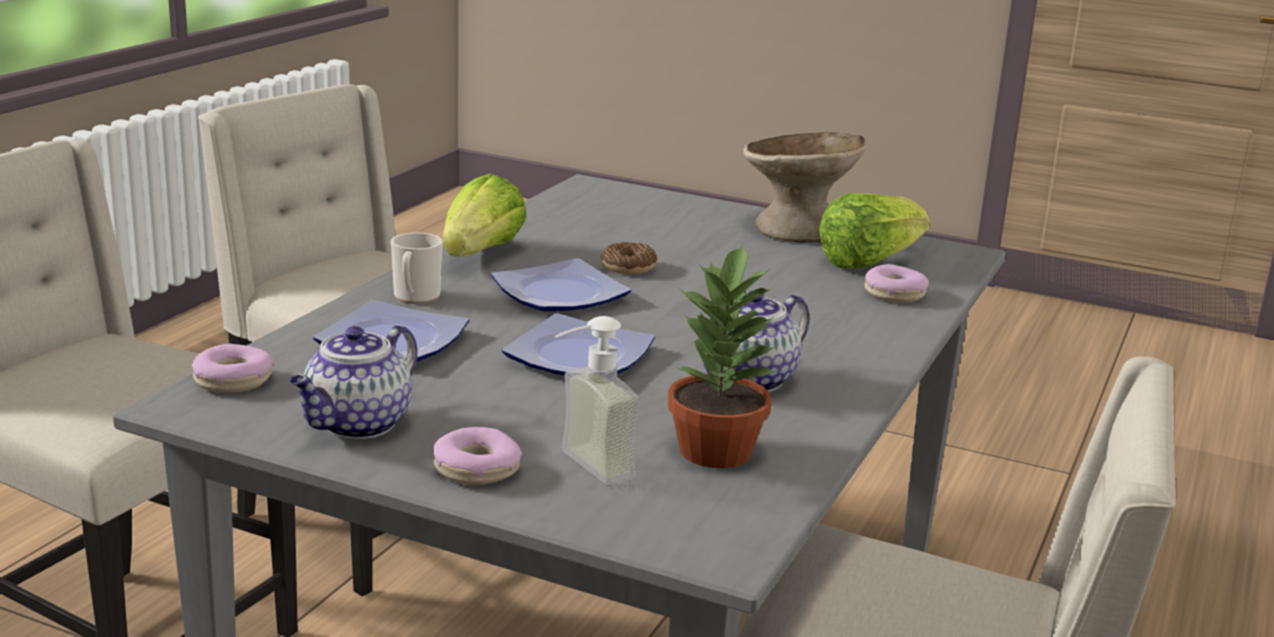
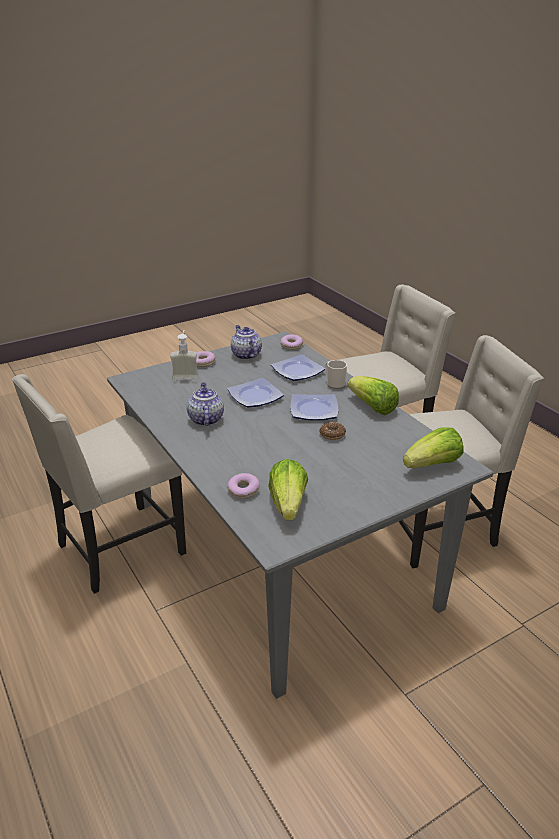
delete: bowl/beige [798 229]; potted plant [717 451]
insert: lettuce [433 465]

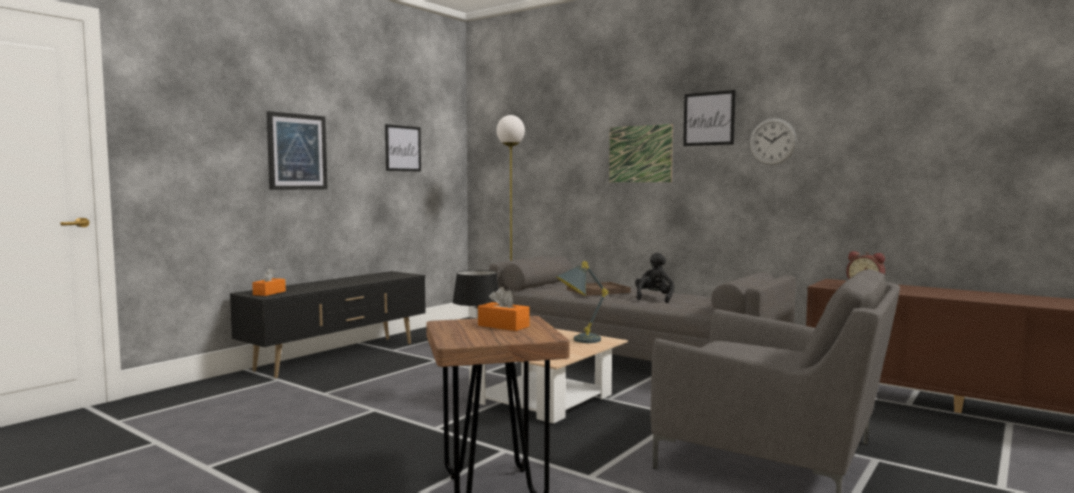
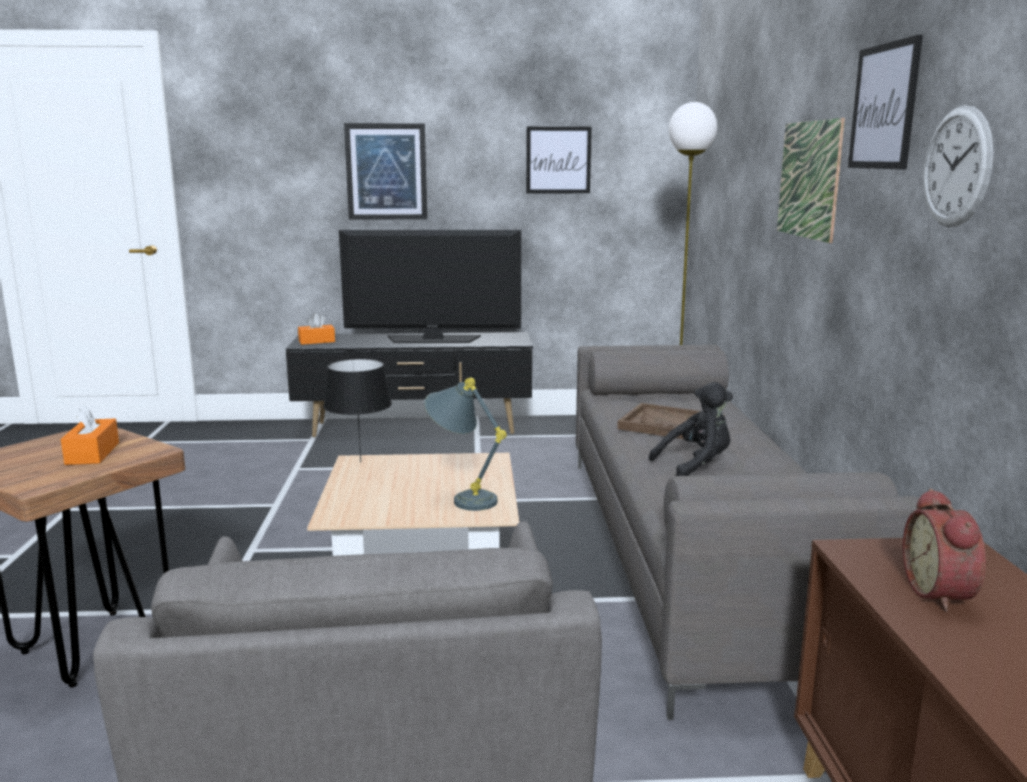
insert: television [433 339]

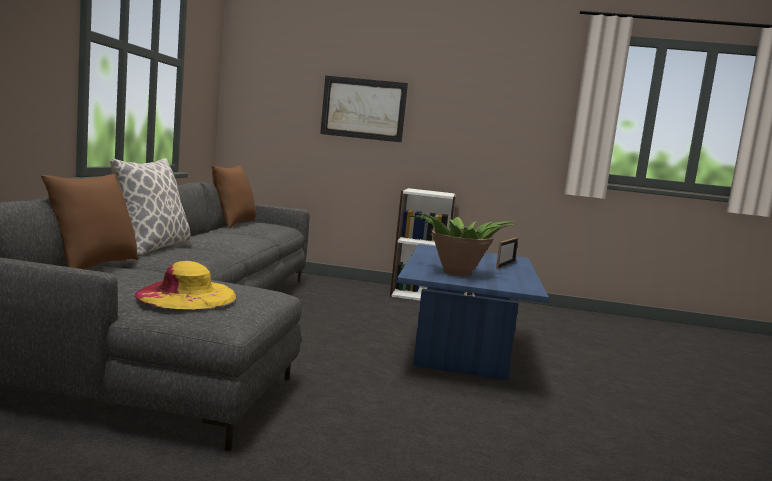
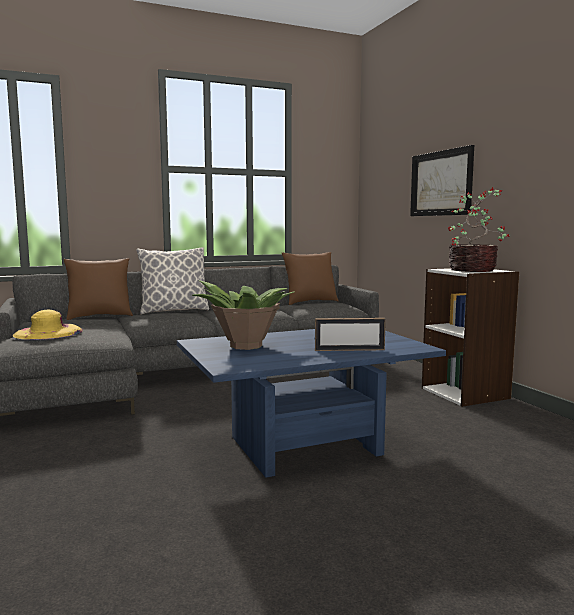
insert: potted plant [473 270]

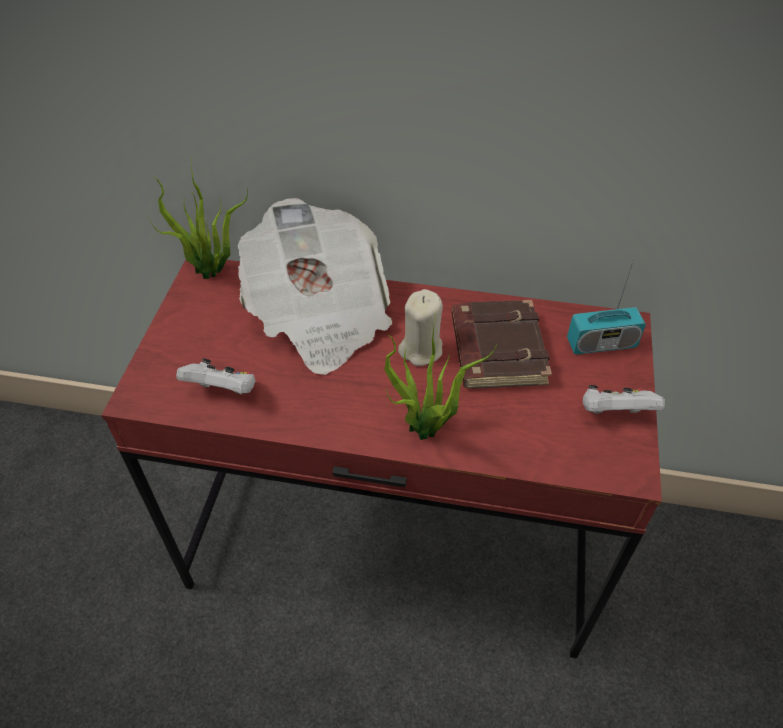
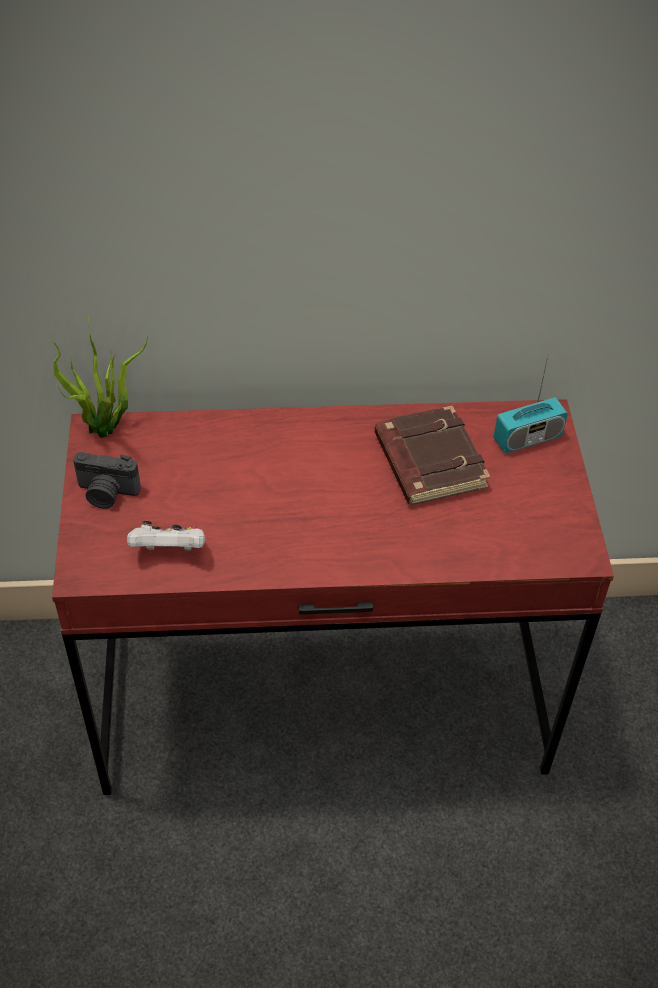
delete: newspaper [319 315]; candle/beige [421 349]; potted plant [427 430]; game controller/white [614 414]
insert: photo camera [106 493]

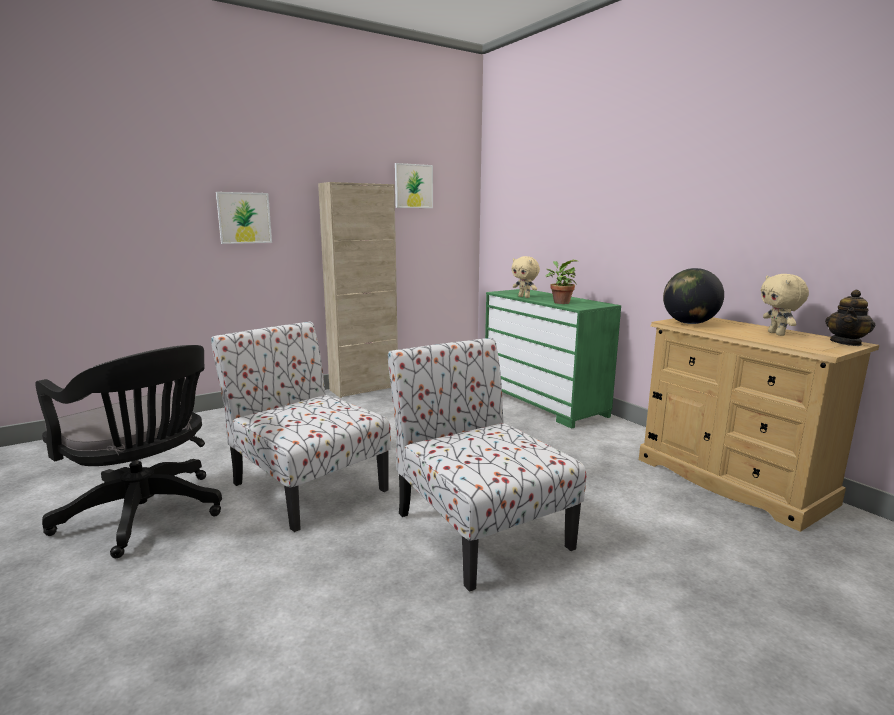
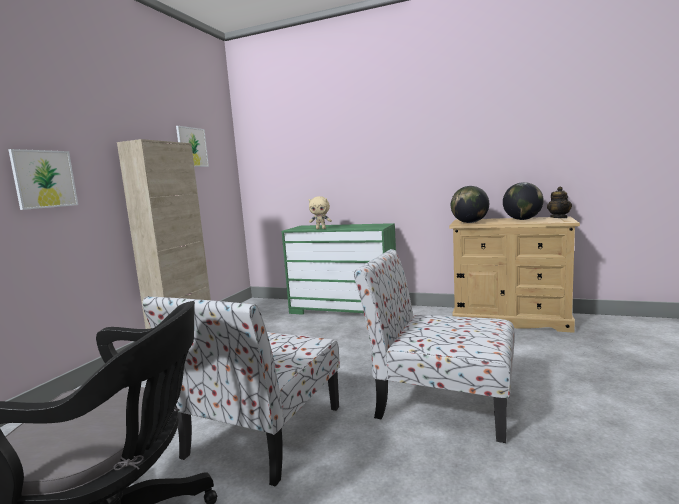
delete: potted plant [559 302]
replace: plush toy/beige [777 334] to globe [522 219]
rotate: chair [307 485] = [262 433] 75 degrees counterclockwise

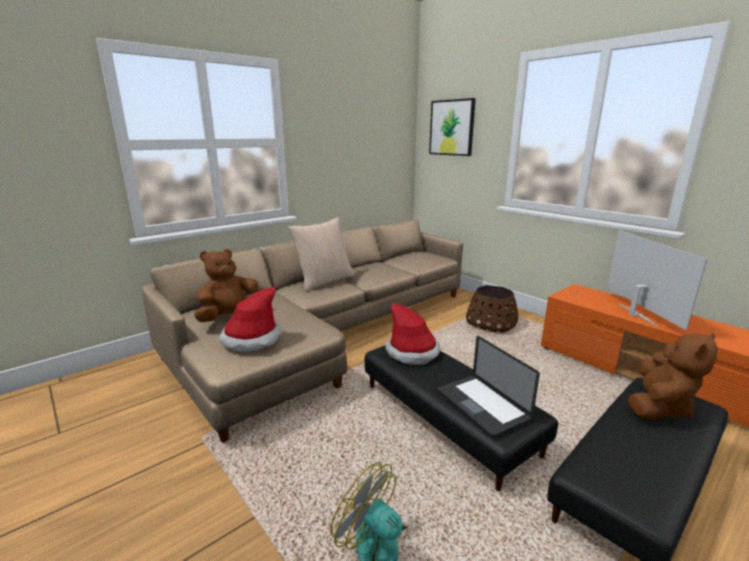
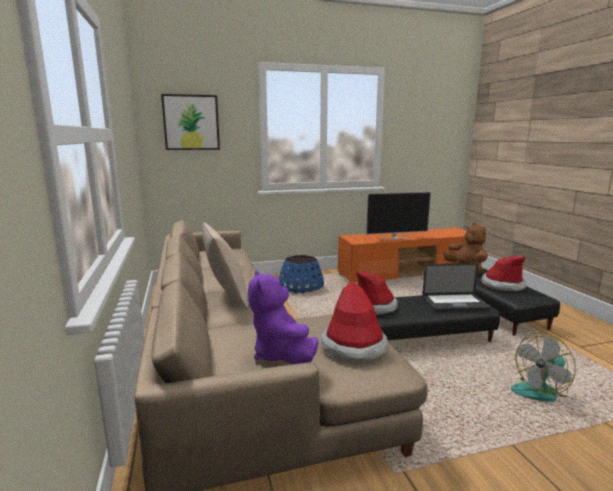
insert: hat [502 285]
recolor: plush toy/brown [230 317] to plush toy/purple [281 355]; planter/brown [491 323] to planter/blue [301 287]
rotate: television [635 315] = [395 238] 150 degrees clockwise

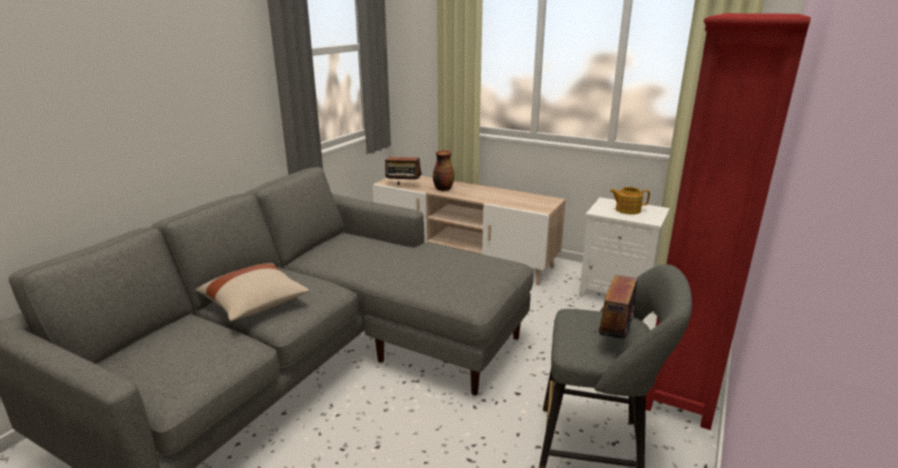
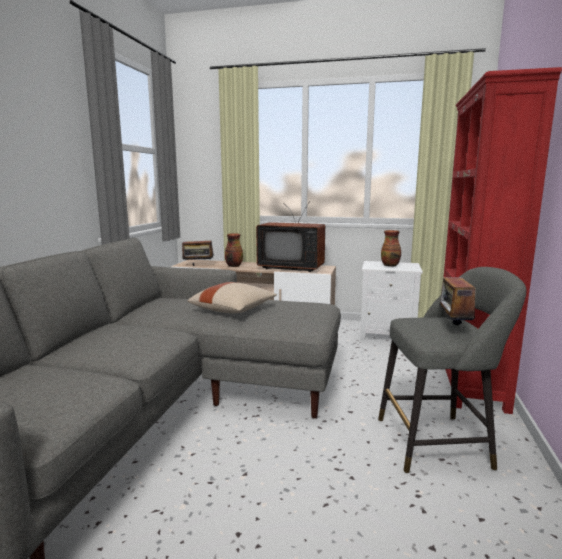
insert: television [291 267]
move: pillow/beige [255 305] to [233 310]
replace: teapot [627 210] to vase [390 265]

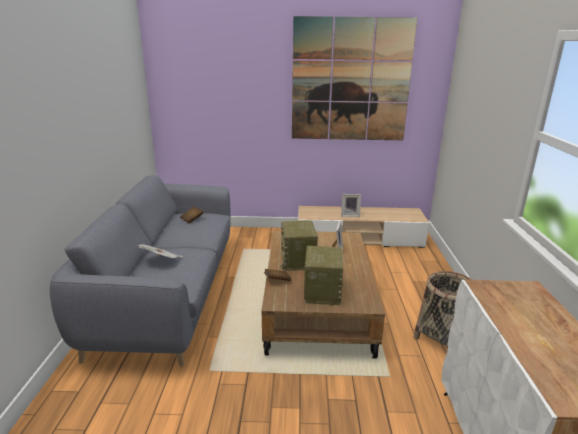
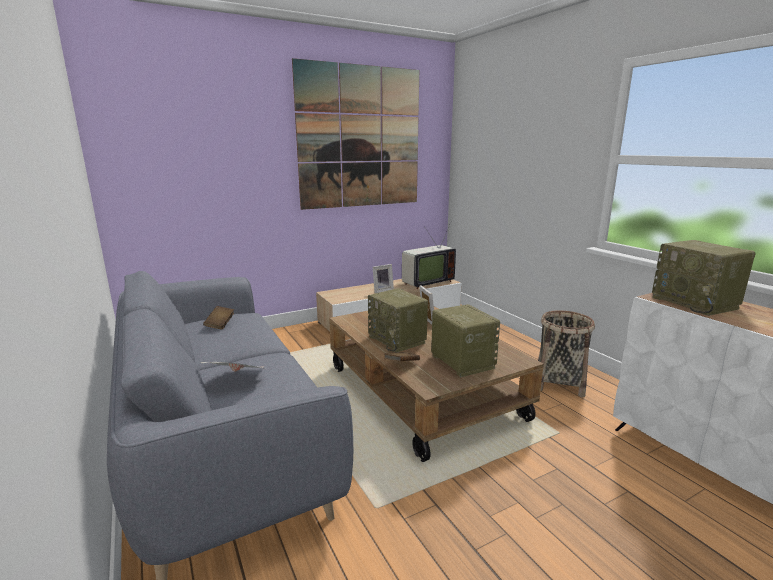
insert: television [426 282]; radio [696 303]

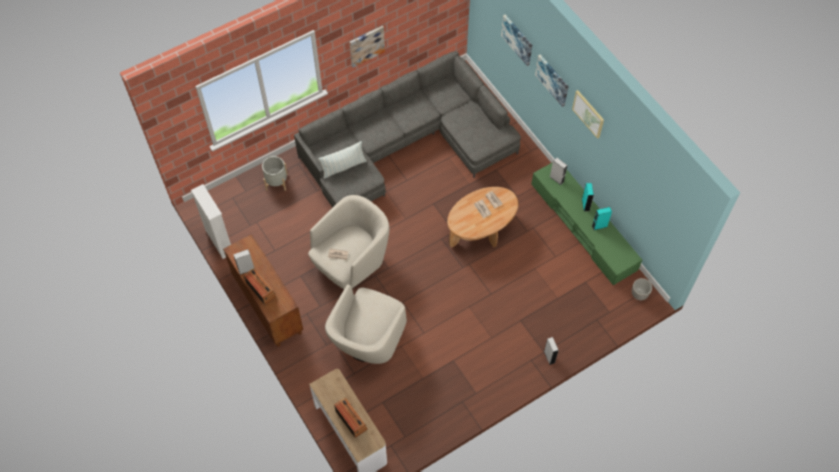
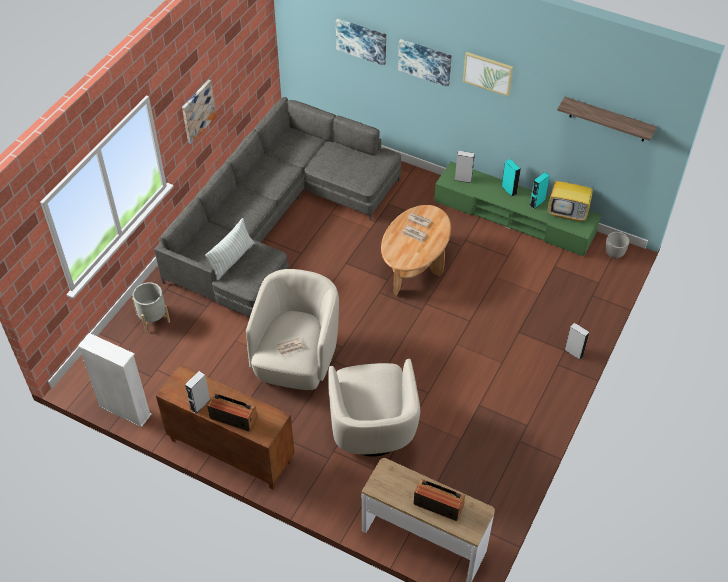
insert: shelf [608 120]; television [568 213]

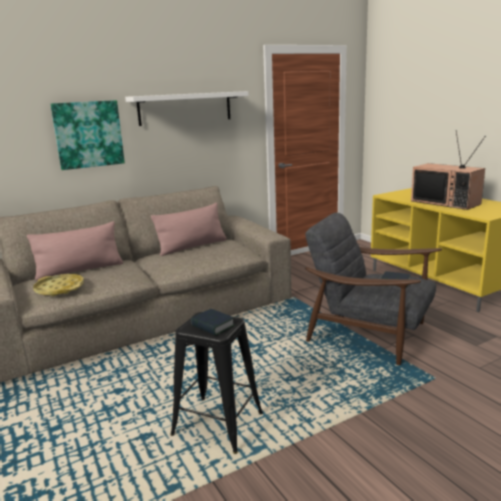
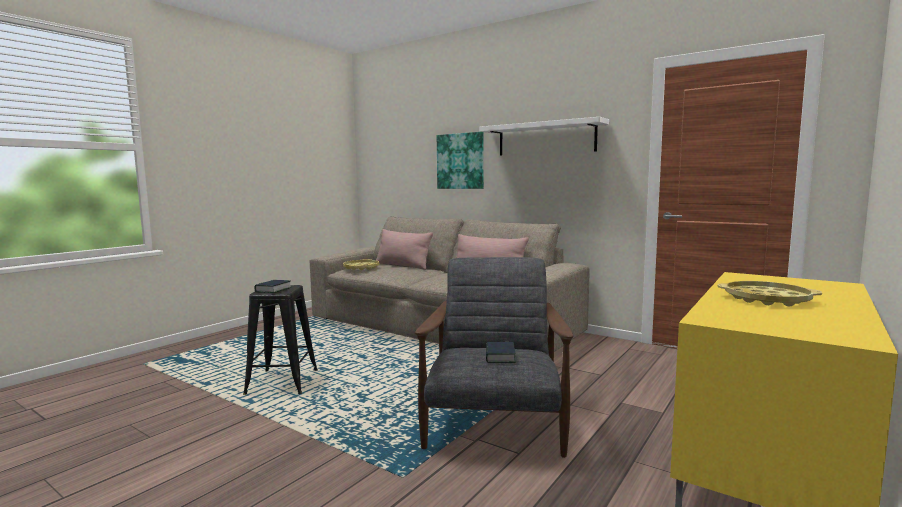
replace: television [446 202] to tray/yellow [767 299]

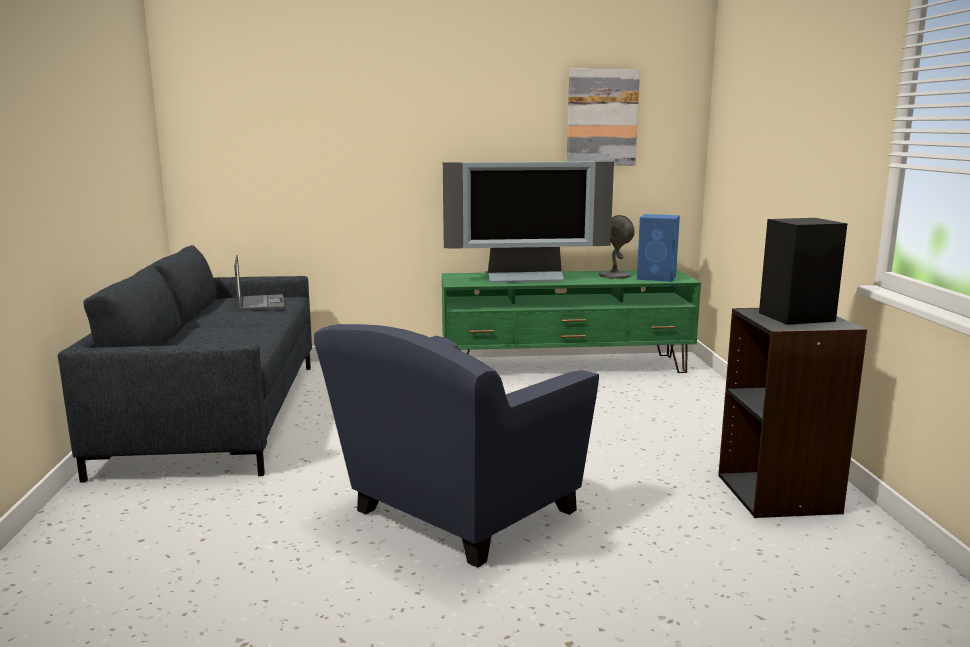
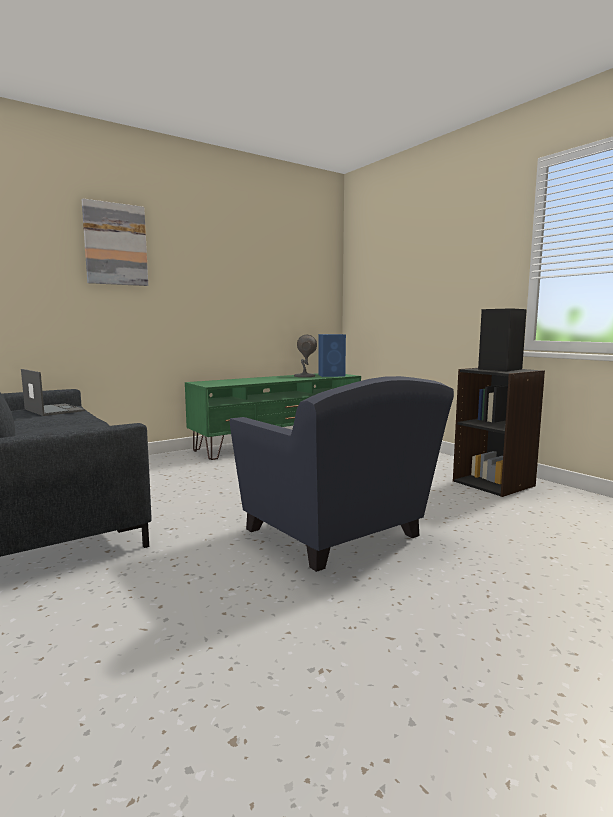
delete: television [525 278]
move: picture [602 118] to [115 244]
rotate: armchair/blue [455 514] = [339 535] 45 degrees counterclockwise

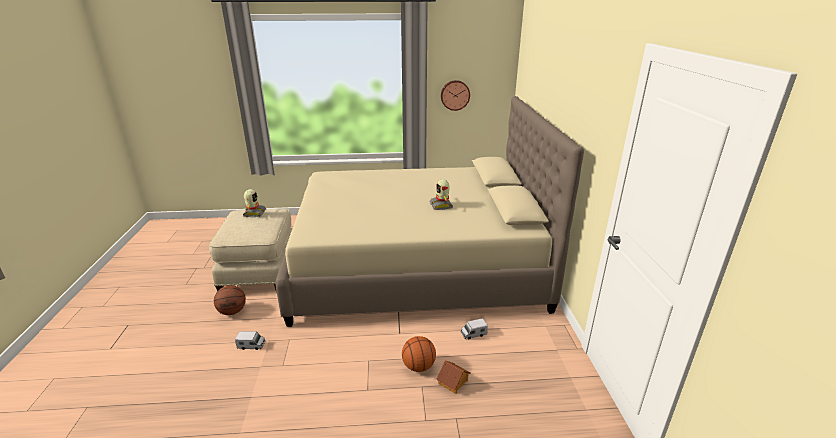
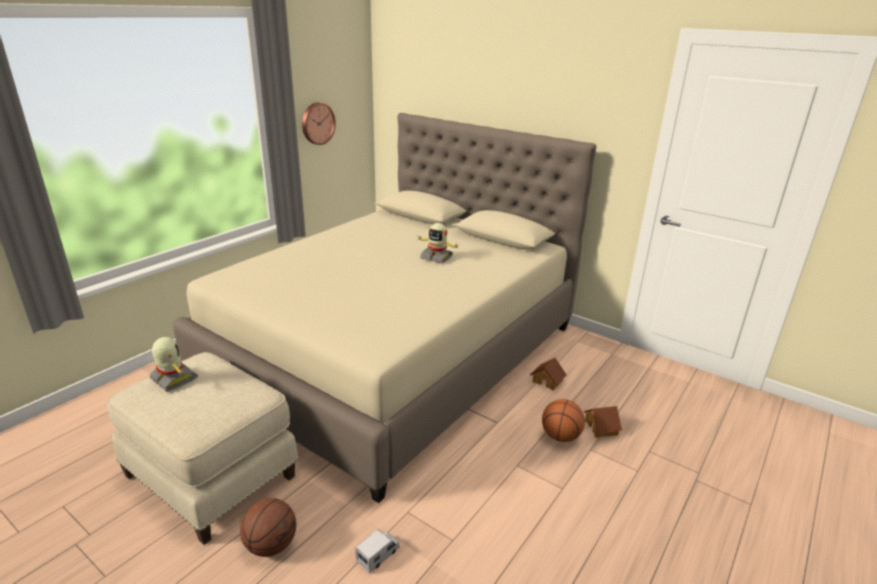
replace: toy truck [473 334] to toy house [548 381]

